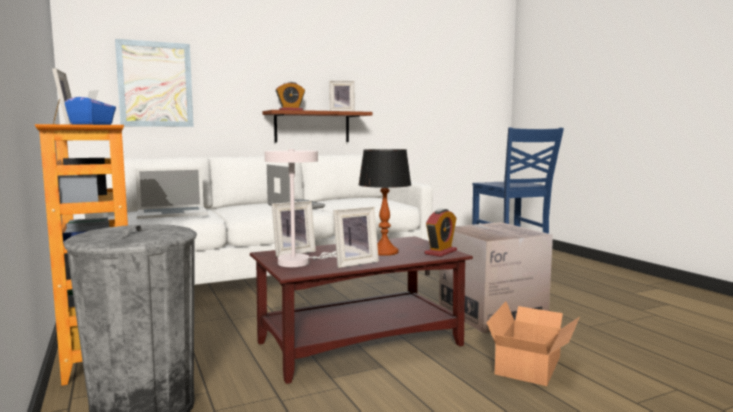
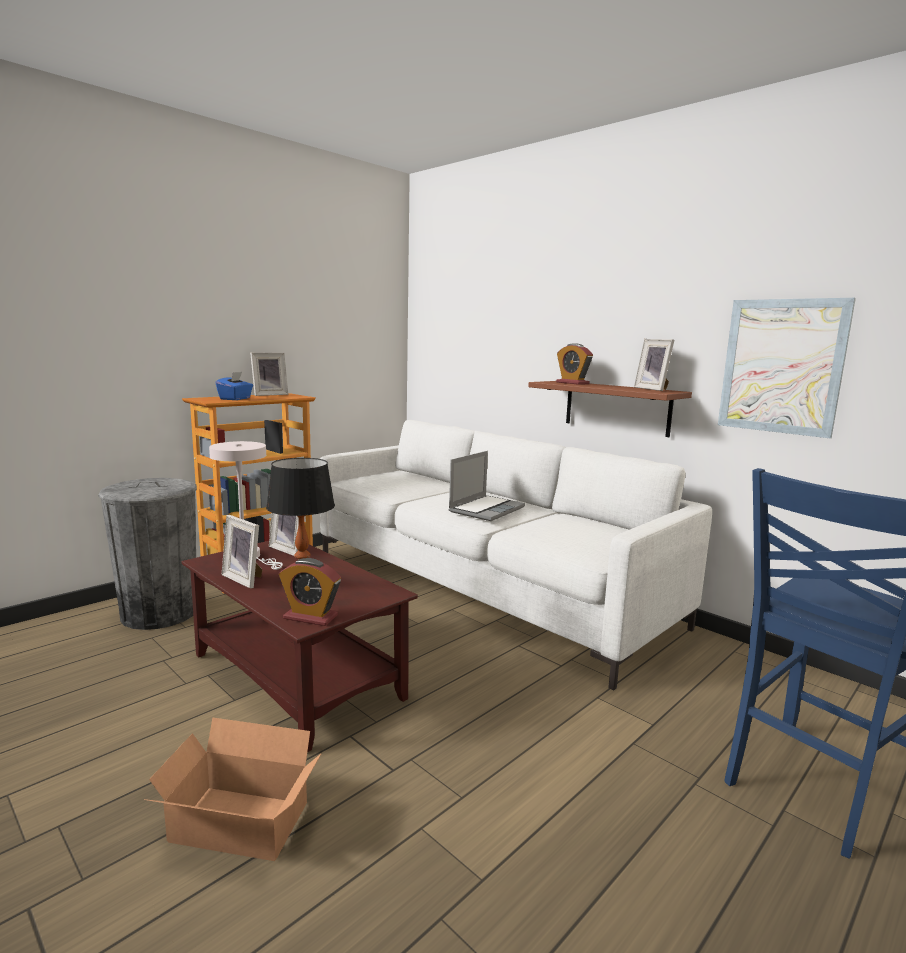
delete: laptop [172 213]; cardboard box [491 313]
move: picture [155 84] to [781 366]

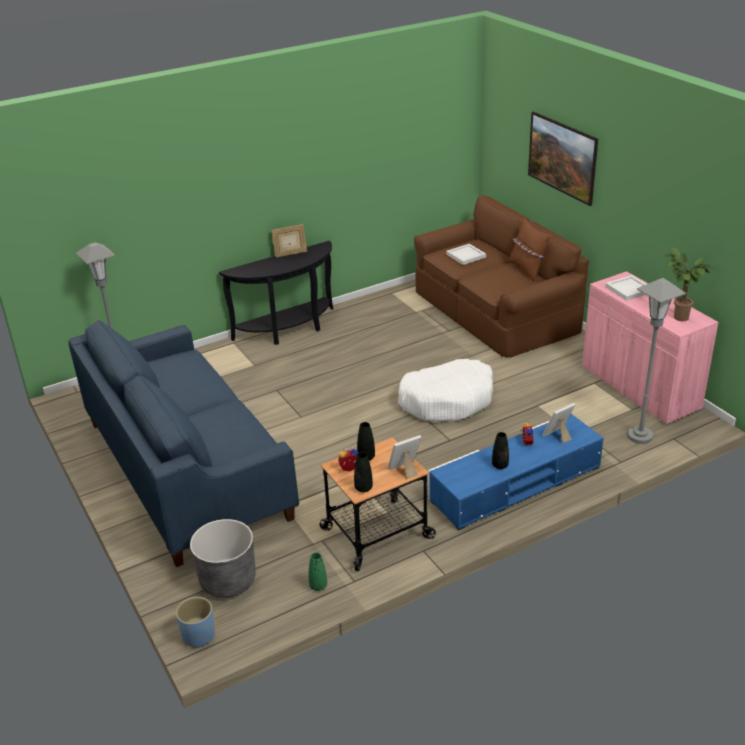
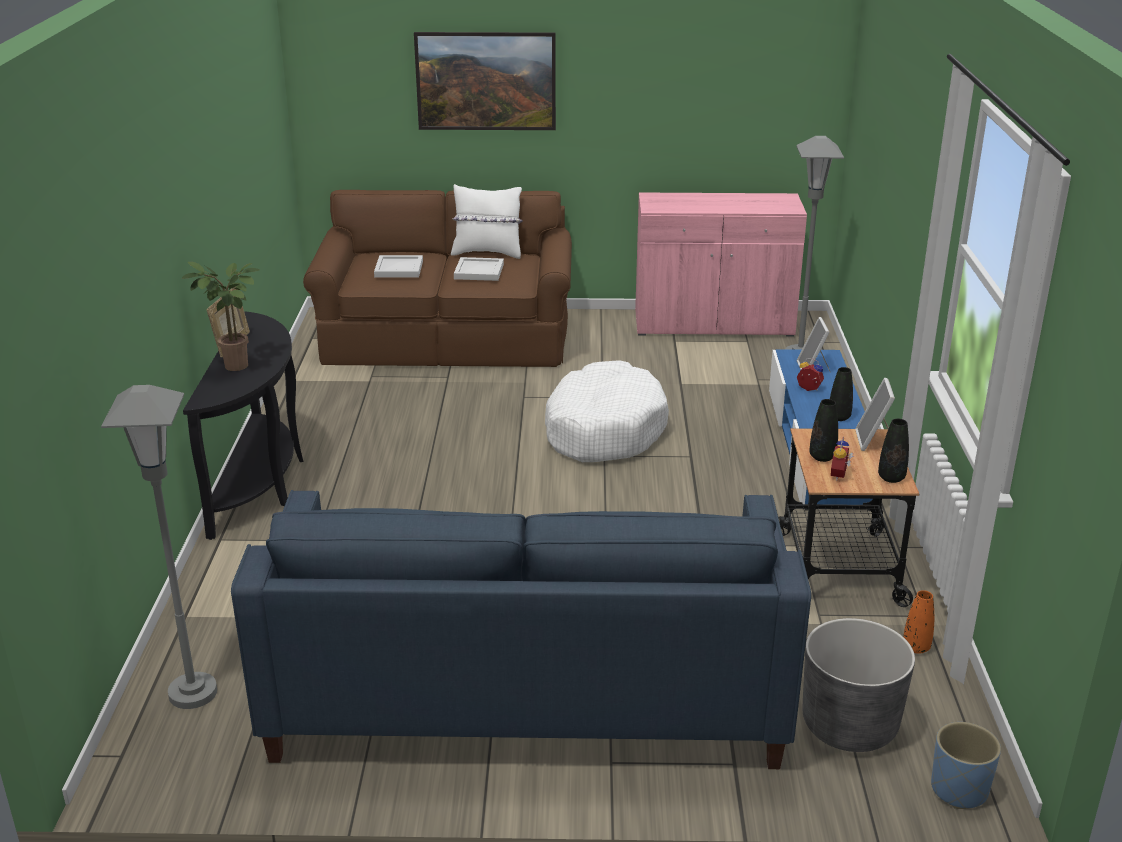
move: potted plant [678 318] to [234 368]; tray/white [628 289] to [478 272]
recolor: pillow/brown [527 269] to pillow/white [487 253]; vase/green [318 586] to vase/orange [916 647]

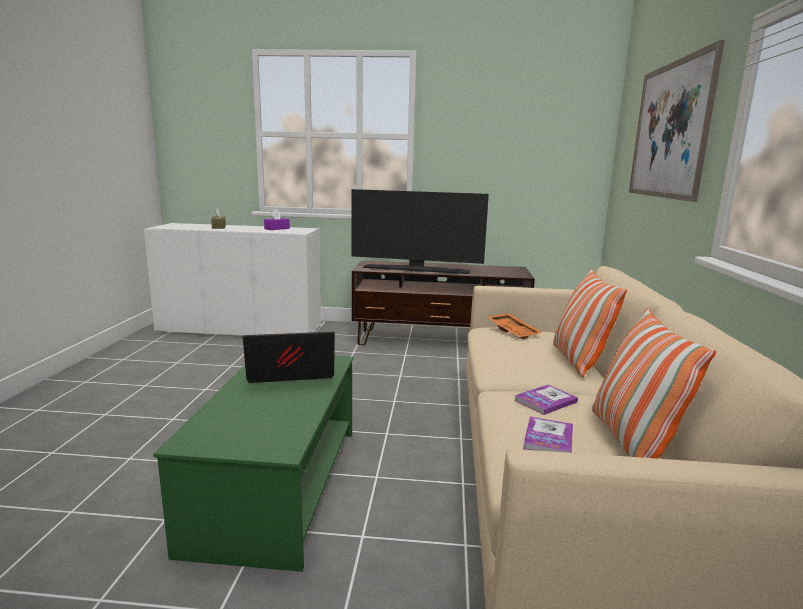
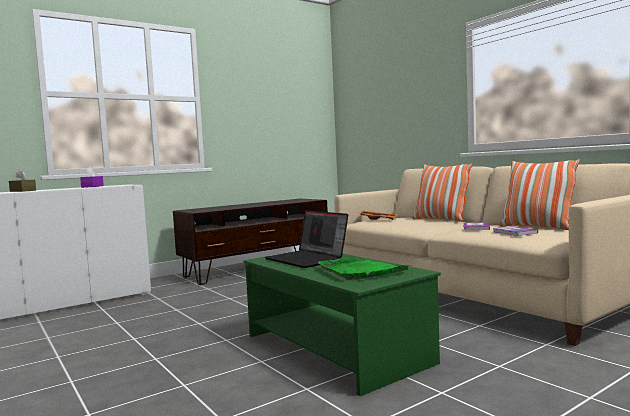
delete: picture [669 130]; television [417 270]
insert: tray/green [361 271]
rotate: laptop [289 374] = [308 259] 75 degrees counterclockwise

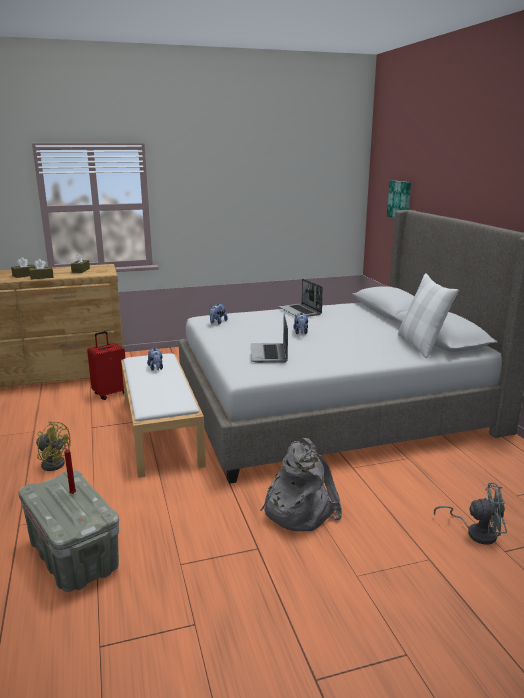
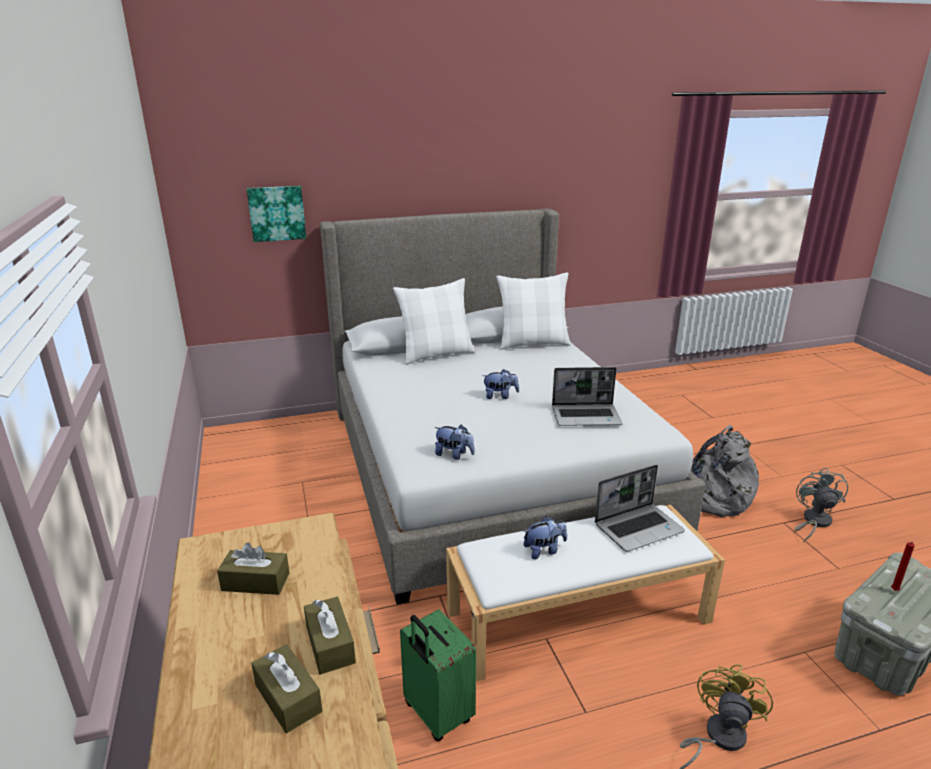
insert: pillow/white [436 354]
move: laptop [300 311] to [639 528]; fan/grey [476 532] to [813 522]
recolor: suitcase/red [110 393] to suitcase/green [436 714]

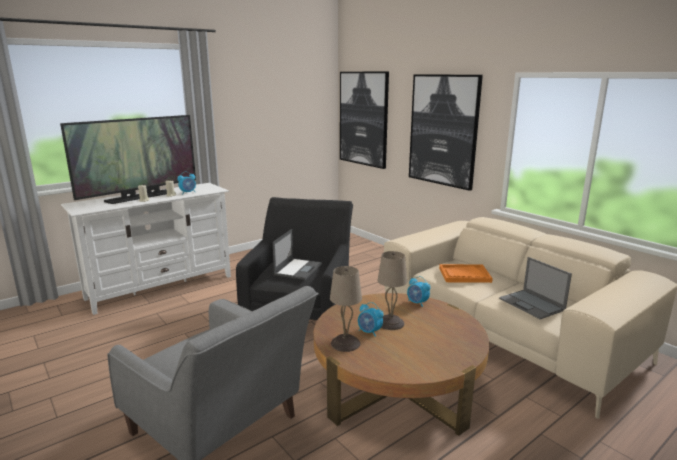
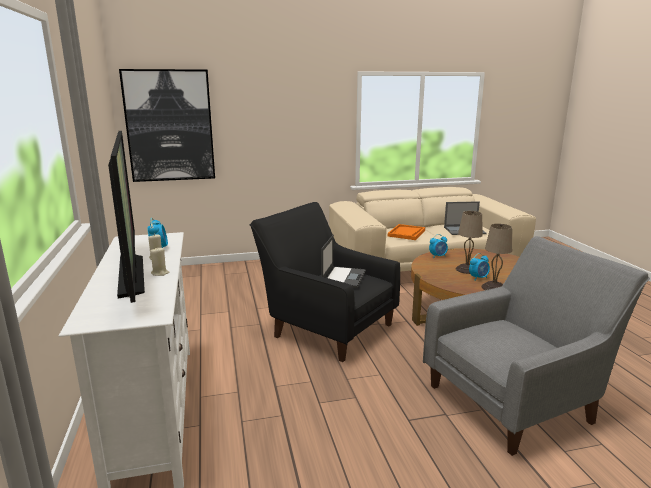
delete: picture [443 130]
rotate: laptop [298 269] = [343 277] 60 degrees clockwise

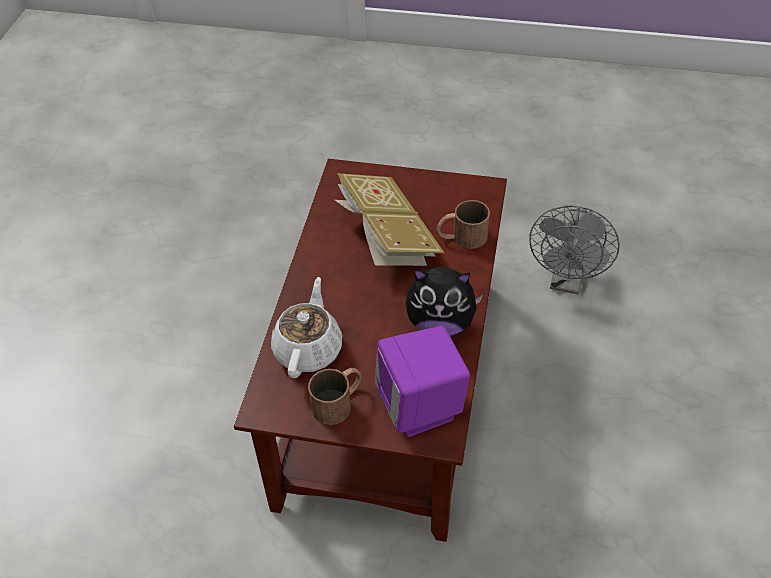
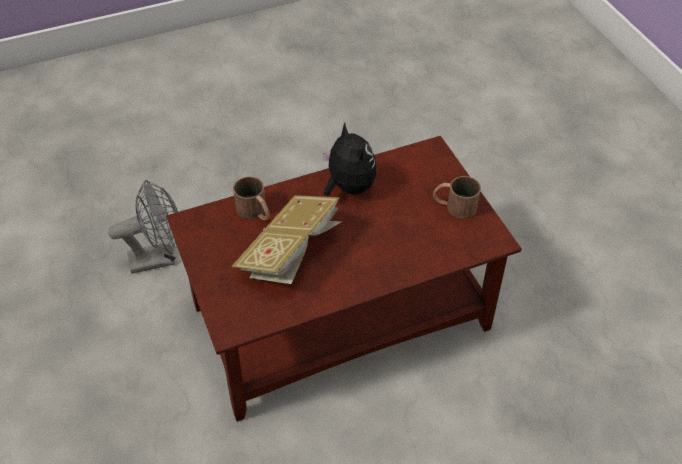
delete: teapot/white [308 348]; speaker/purple [421 406]

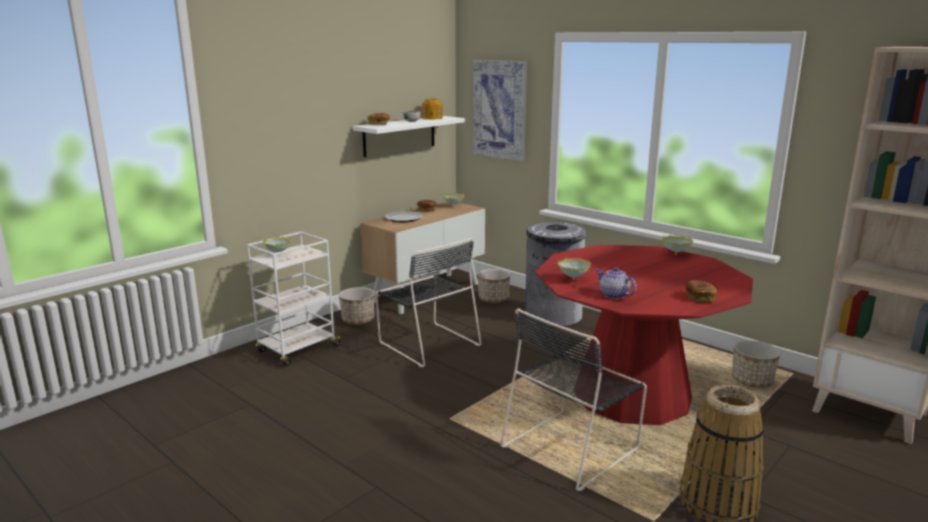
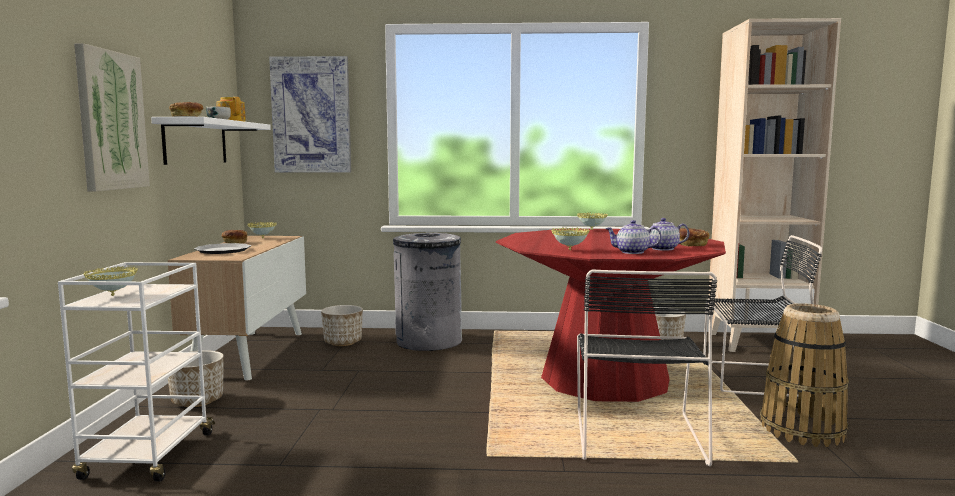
insert: picture [111 120]; teapot [662 249]
move: chair/black [427 343] to [756 378]

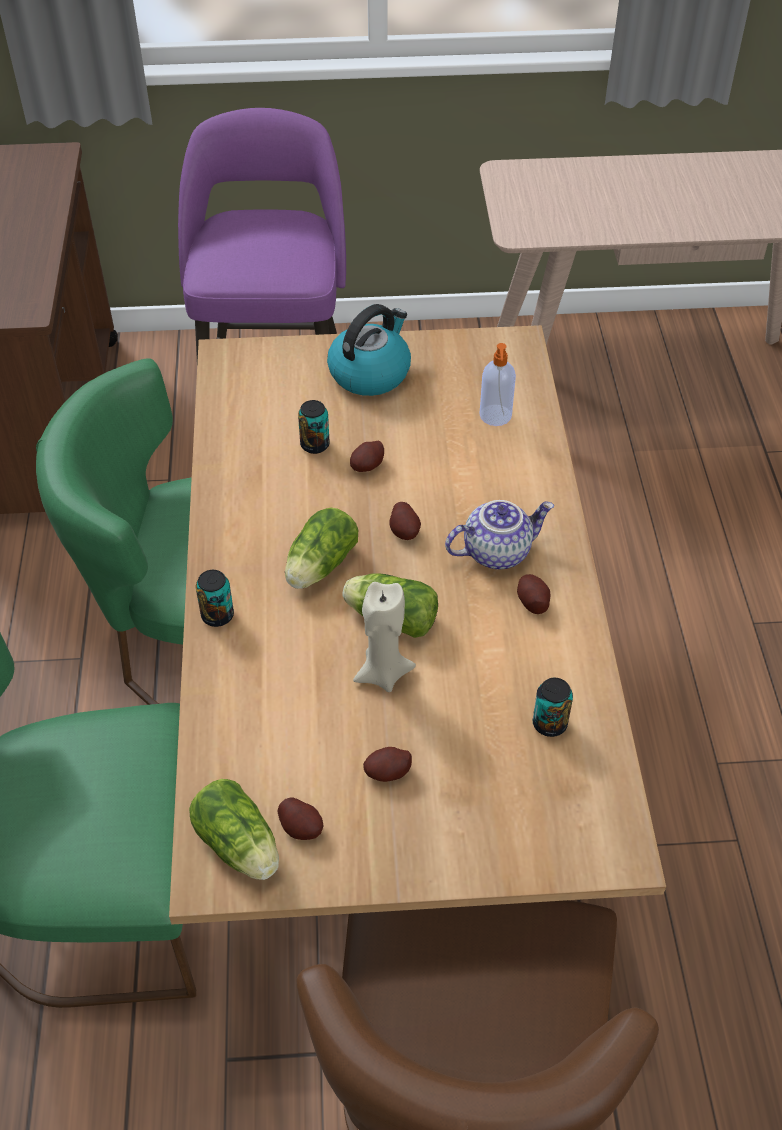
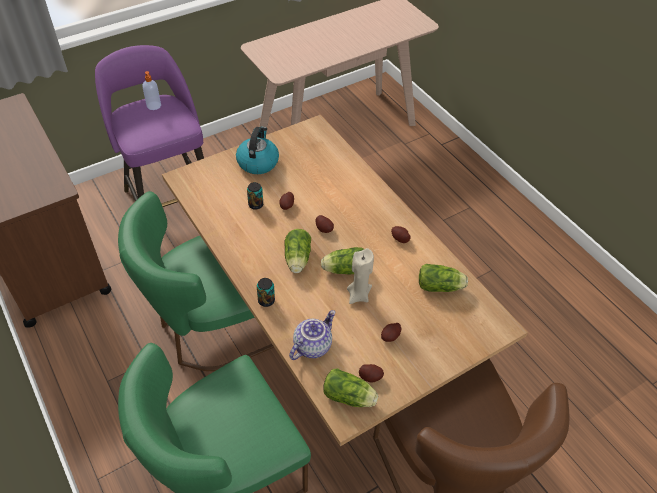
move: soap dispenser [495 416] to [154 106]; teapot [497 551] to [312 345]
replace: can [549 723] to lettuce [441 287]

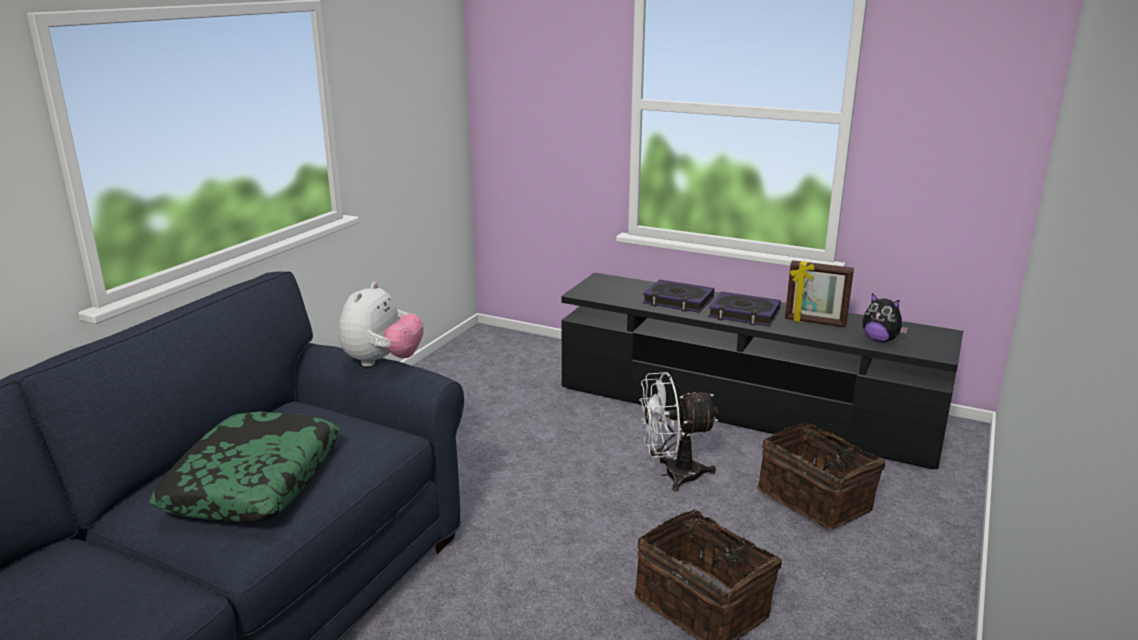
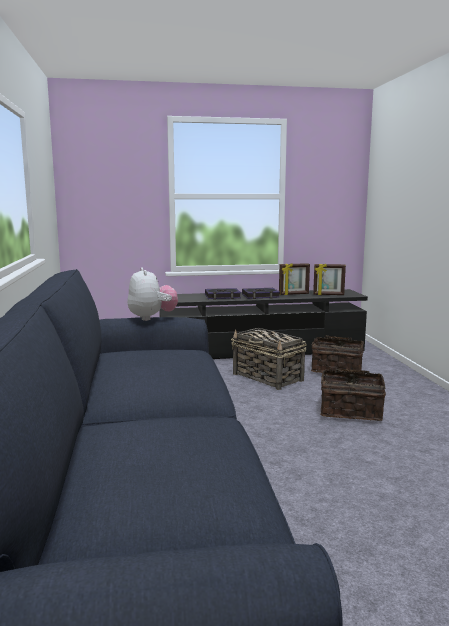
delete: pillow [254 481]
replace: plush toy [880 340] to picture frame [328 295]; fan/white [672 475] to basket [268 377]

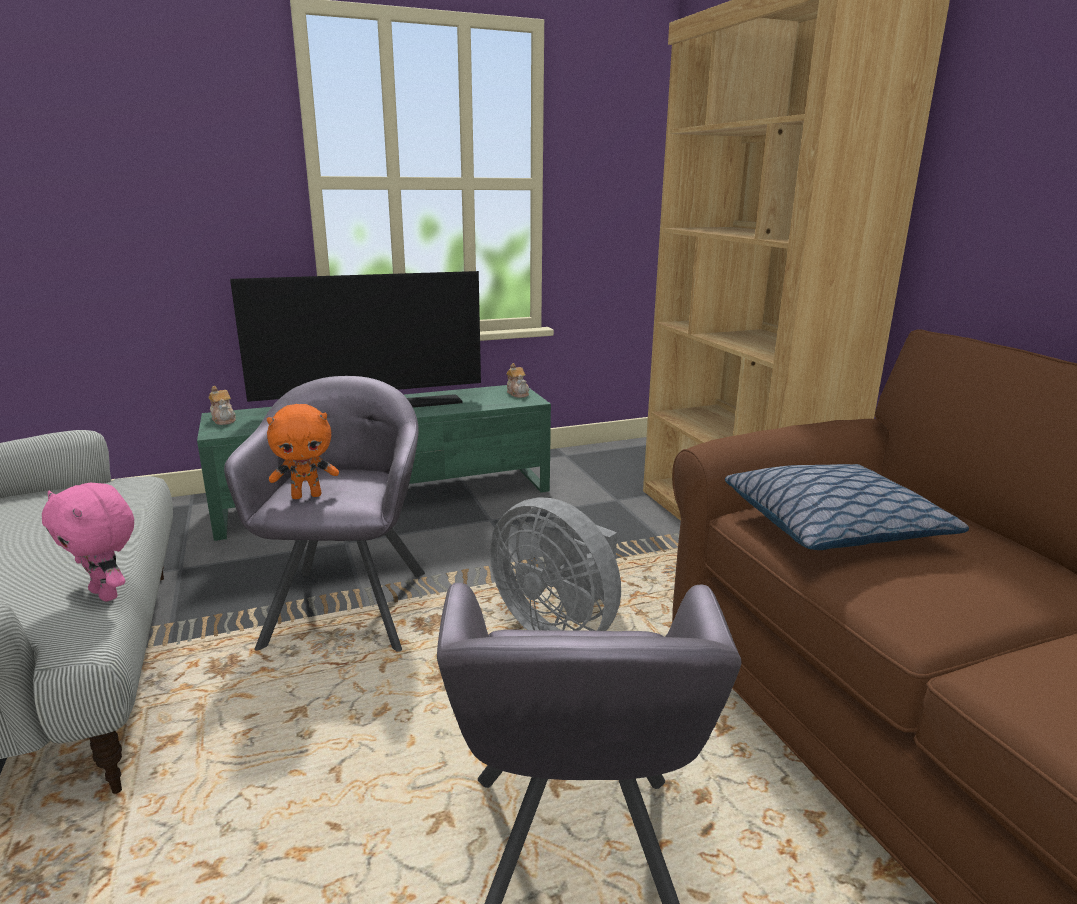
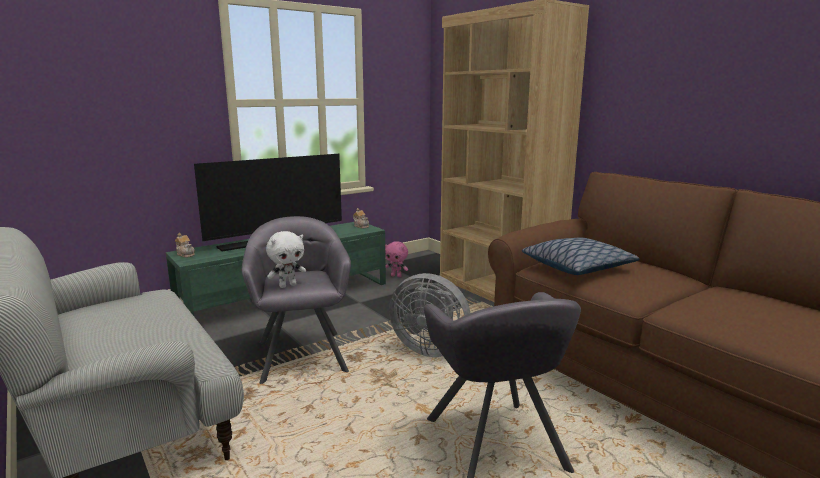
move: plush toy/pink [107 594] to [396 276]
recolor: plush toy/orange [307 496] to plush toy/white [288 285]

